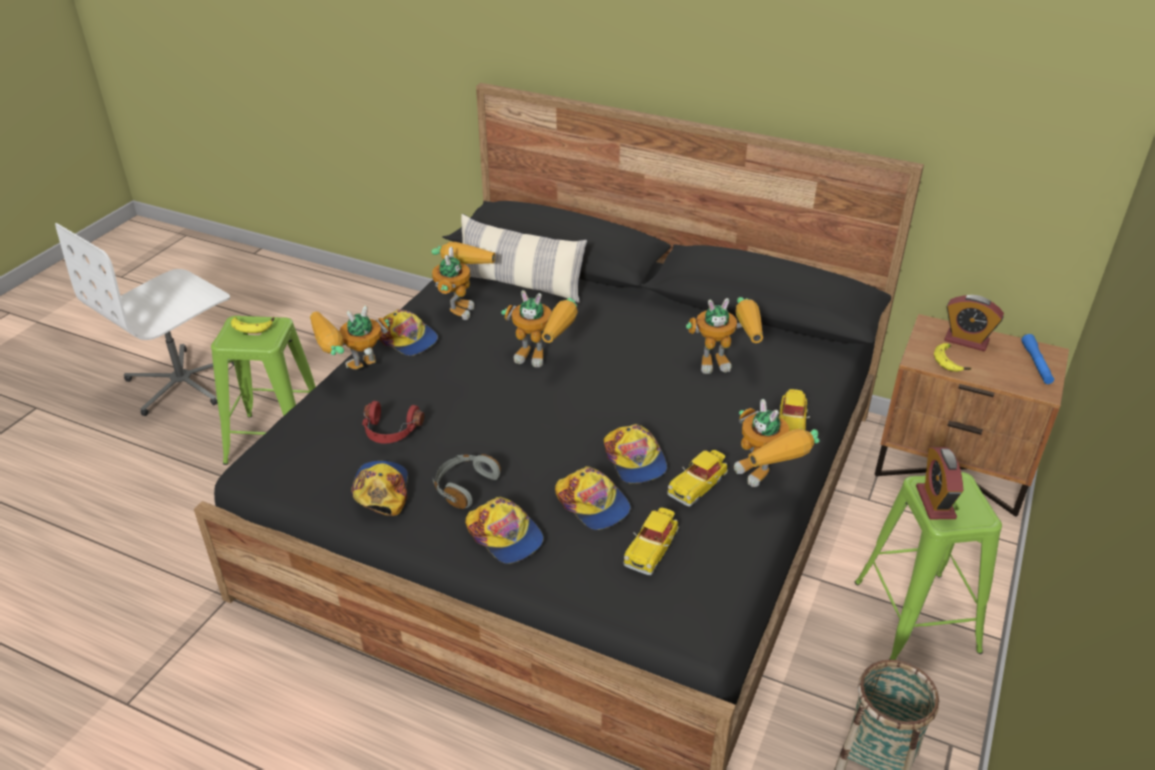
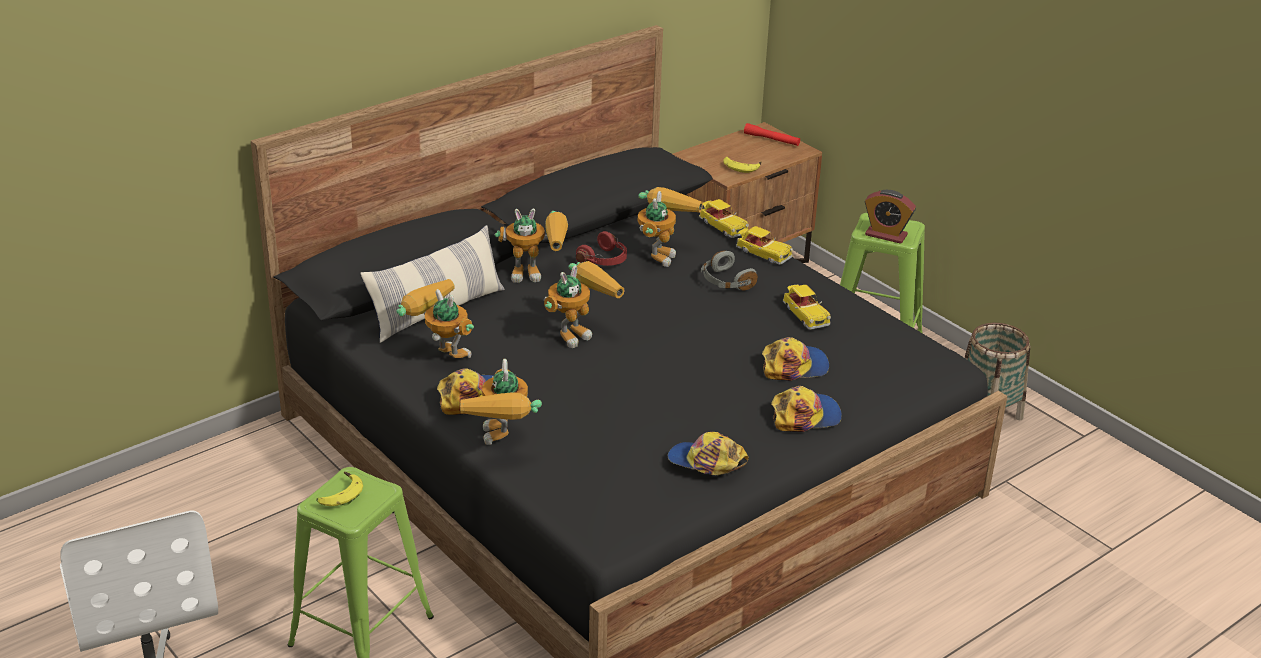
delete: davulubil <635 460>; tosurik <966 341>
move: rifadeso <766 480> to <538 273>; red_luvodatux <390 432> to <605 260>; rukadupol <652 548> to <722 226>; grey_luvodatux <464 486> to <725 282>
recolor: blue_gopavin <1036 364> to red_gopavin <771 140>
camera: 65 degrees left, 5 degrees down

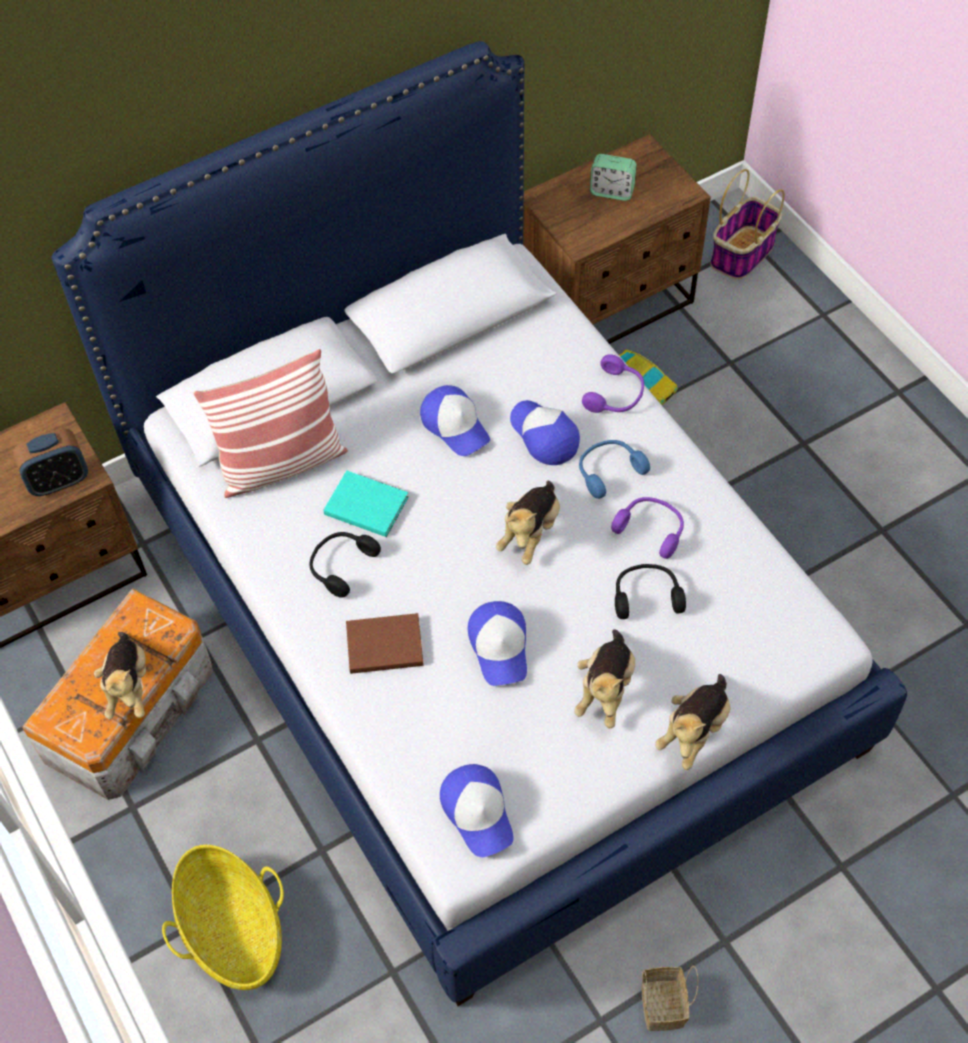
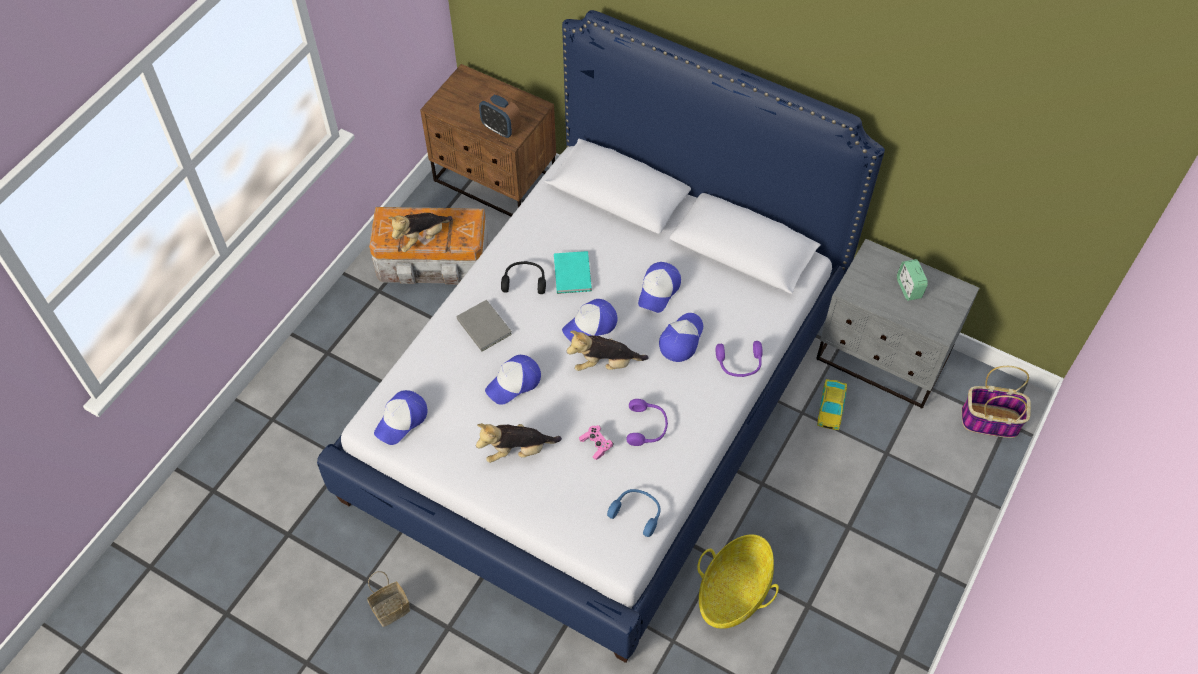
delete: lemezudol <281 464>; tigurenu <694 731>
insert: davulubil <590 325>
move: blue_luvodatux <608 471> to <637 513>; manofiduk <232 930> to <734 592>
replace: black_luvodatux <646 595> to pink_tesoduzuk <596 445>
recolor: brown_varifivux <382 644> to grey_varifivux <484 325>; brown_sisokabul <608 304> to grey_sisokabul <882 358>
camera: 60 degrees right, 0 degrees up

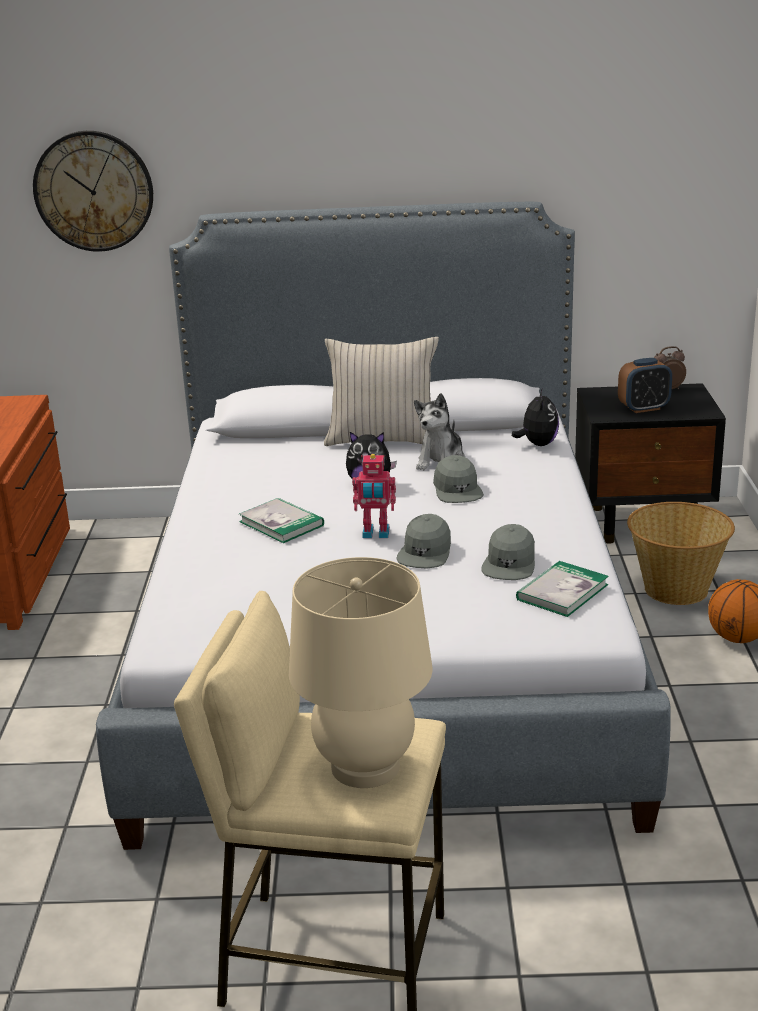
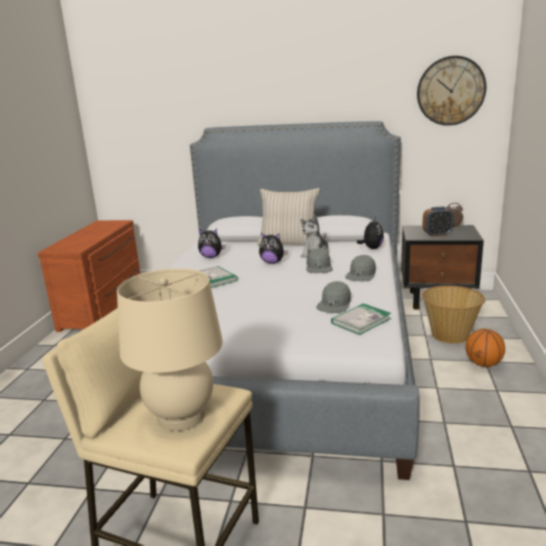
delete: rifadeso <375 534>
insert: tigurenu <211 257>
move: grey_davulubil <425 552> to <361 274>; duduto <93 191> to <450 91>
camera: 10 degrees right, 5 degrees down

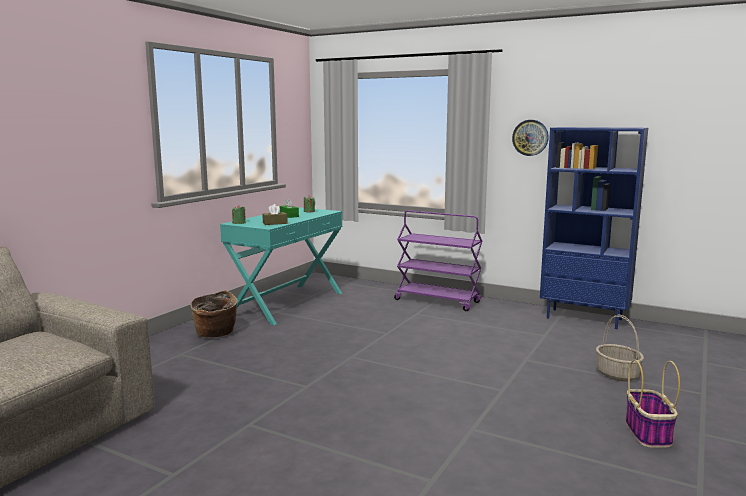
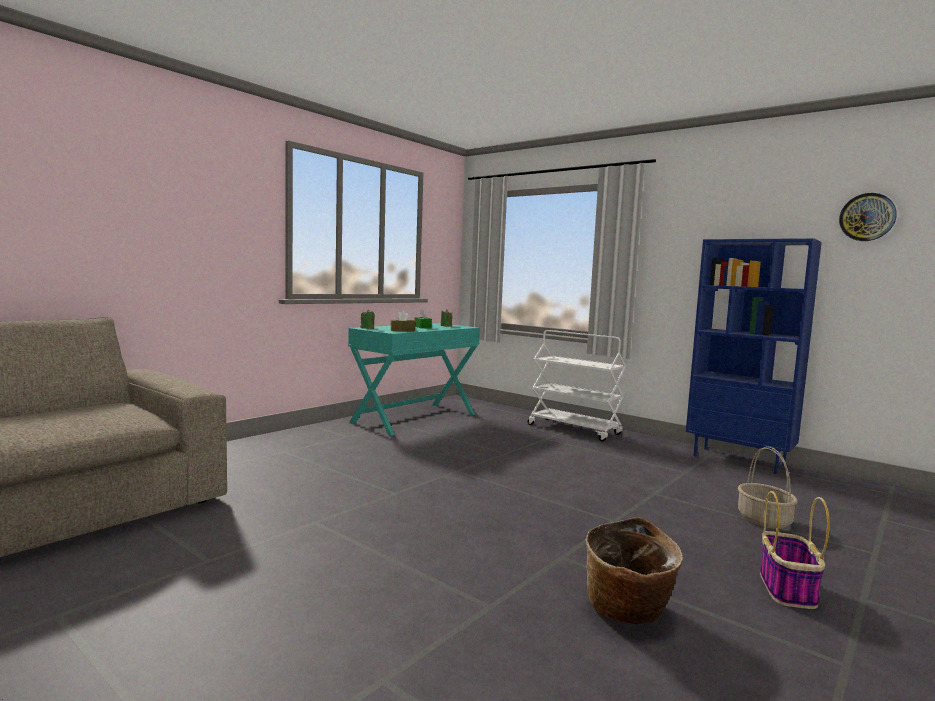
move: manofiduk <215 334> to <628 611>; duduto <530 137> to <867 217>
recolor: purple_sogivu <438 301> to white_sogivu <574 429>
camera: 10 degrees right, 5 degrees down

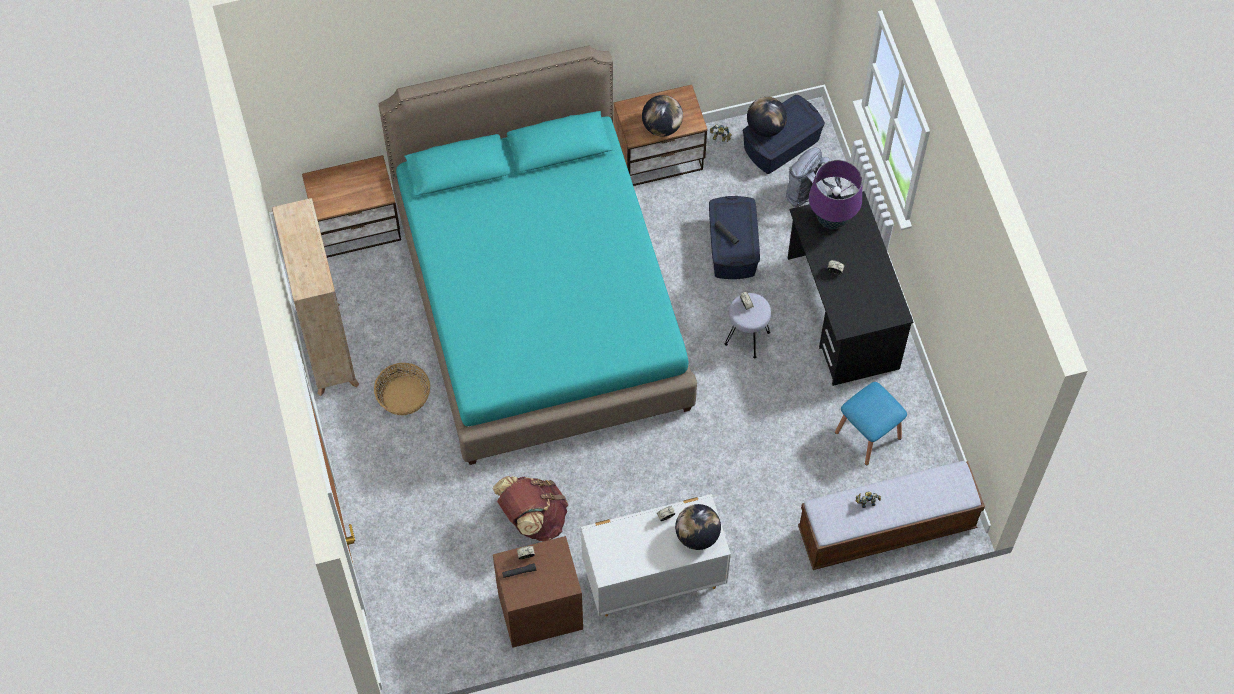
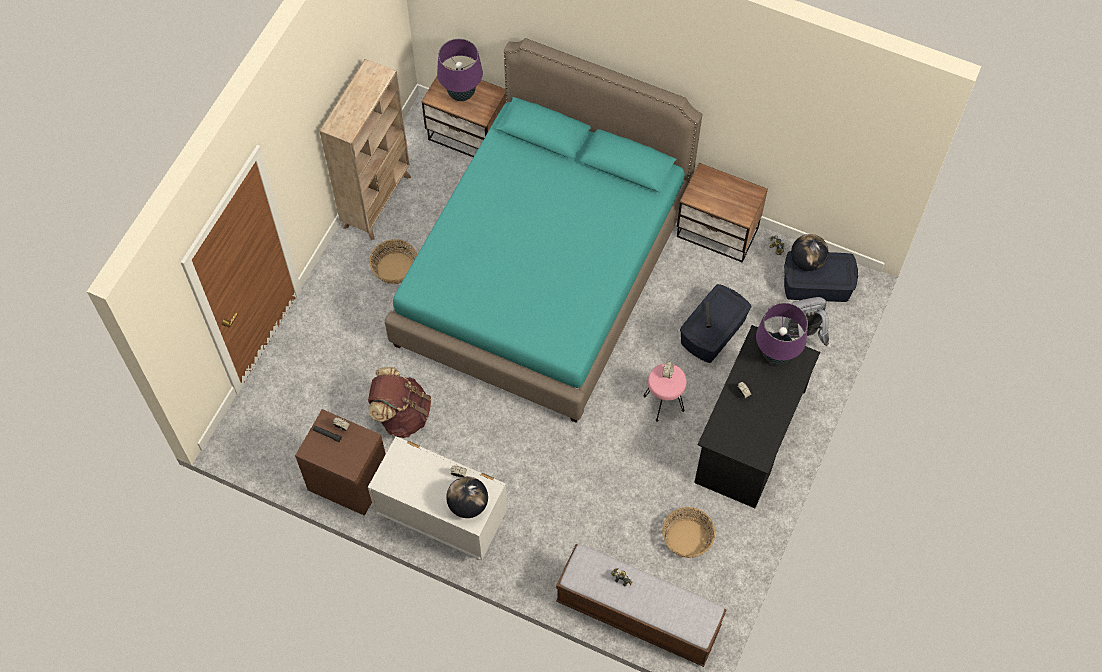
delete: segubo <662 127>
insert: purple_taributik <461 93>
replace: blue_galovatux <868 435> to manofiduk <687 537>
recolor: grey_galovatux <746 337> to pink_galovatux <663 402>
camera: 40 degrees right, 0 degrees up

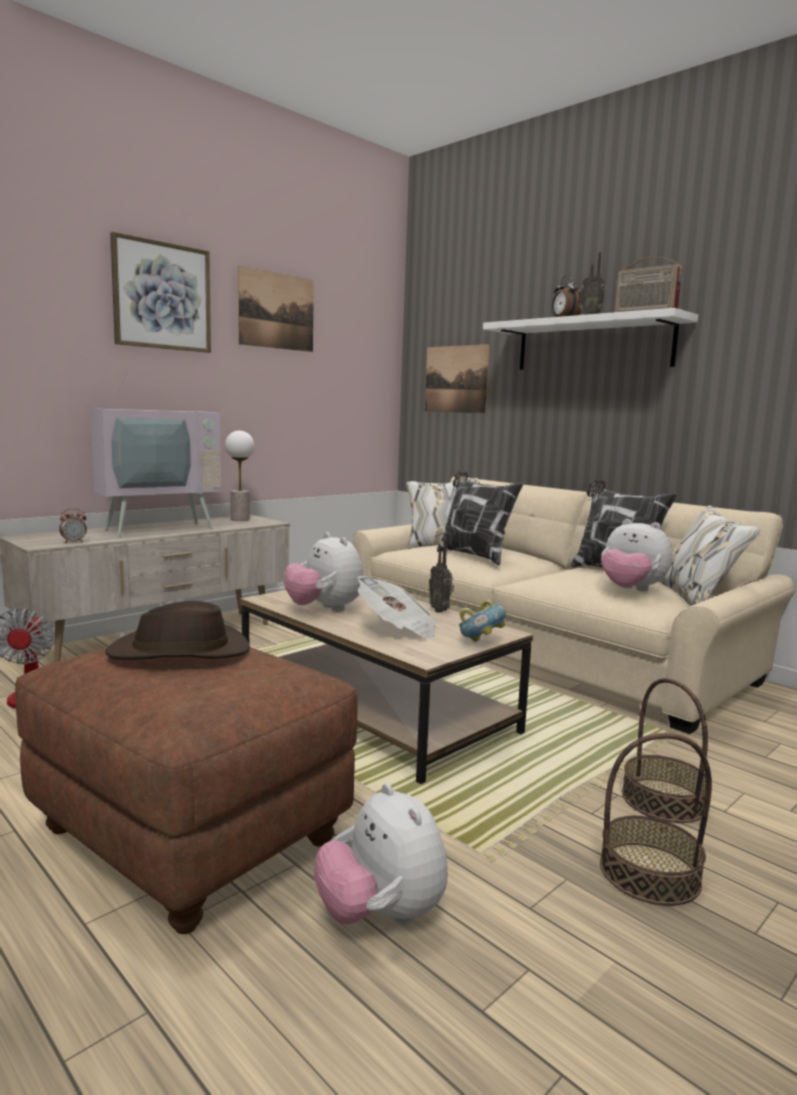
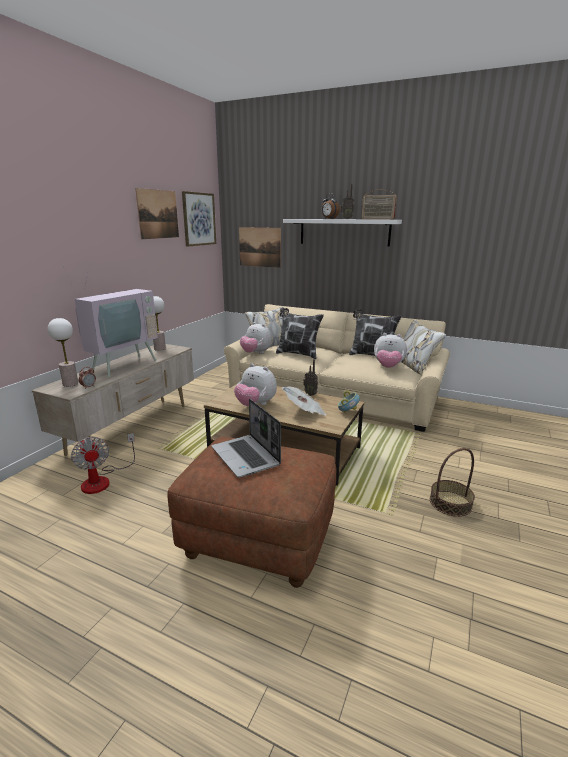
delete: manofiduk <664 800>
insert: taributik <70 384>
move: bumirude <162 296> to <199 219>; tigurenu <381 915> to <256 353>
replace: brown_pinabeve <180 652> to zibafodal <246 457>
camera: 20 degrees left, 10 degrees up

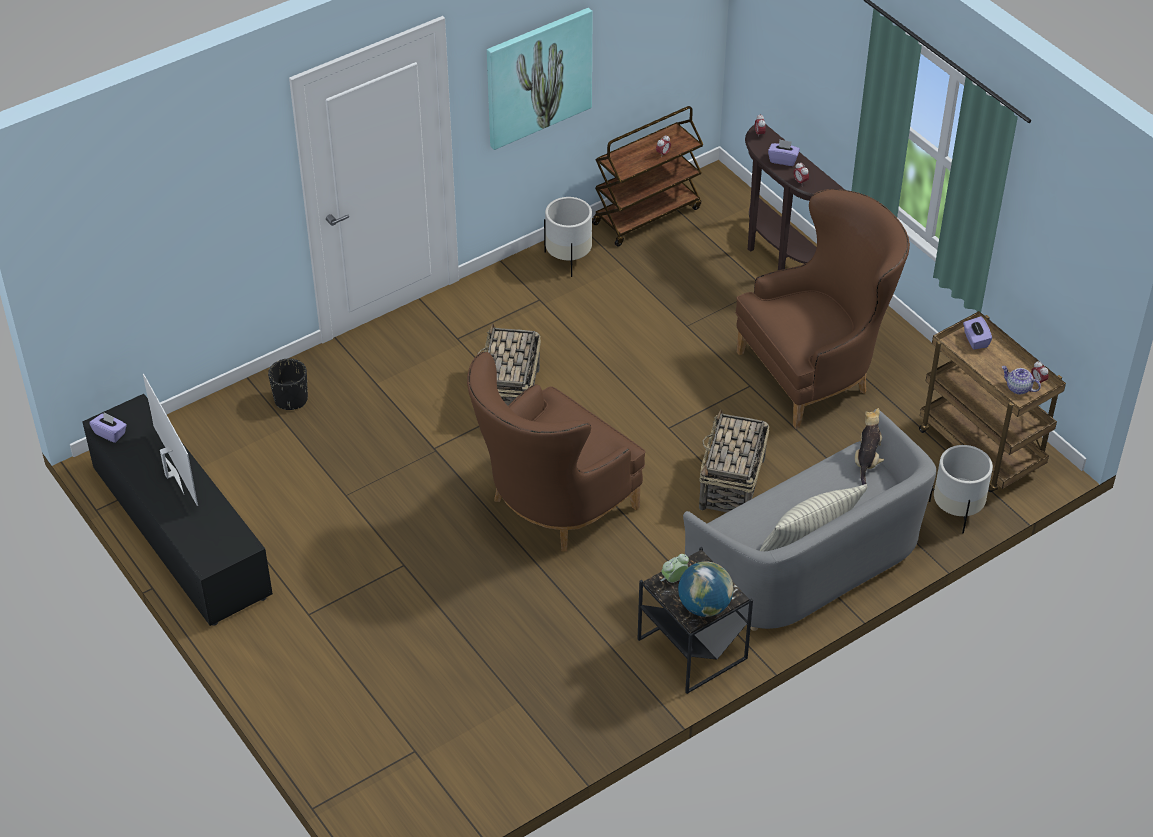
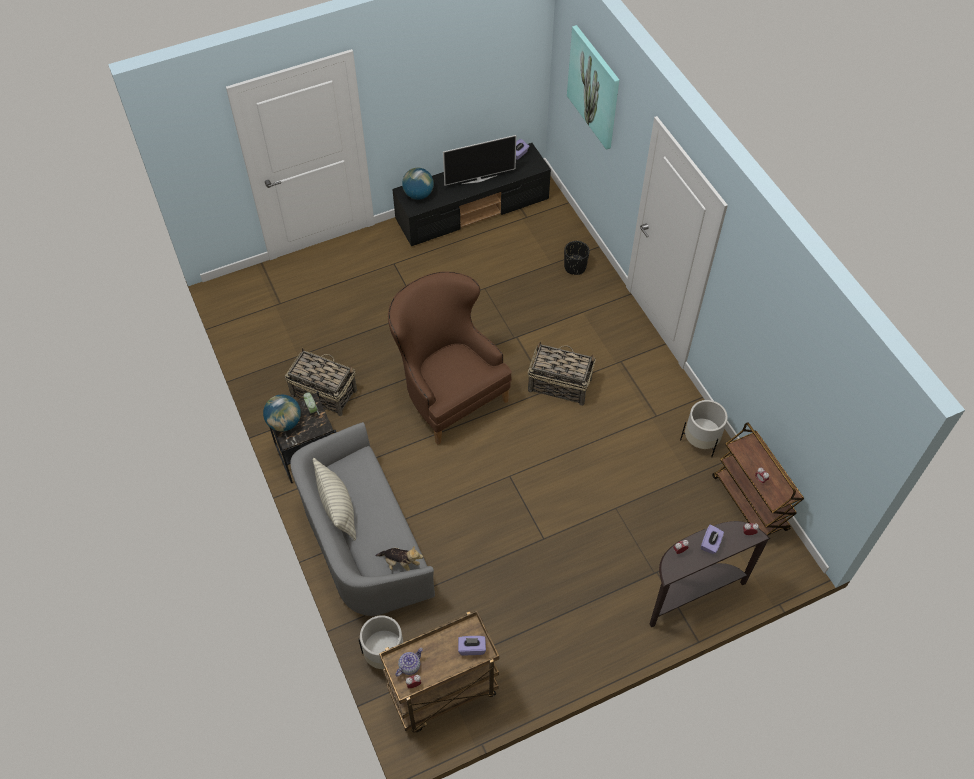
delete: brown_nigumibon <817 371>
insert: segubo <418 194>
move: manofiduk <731 484> to <323 393>; bumirude <538 77> to <594 87>
camera: 100 degrees right, 10 degrees up

